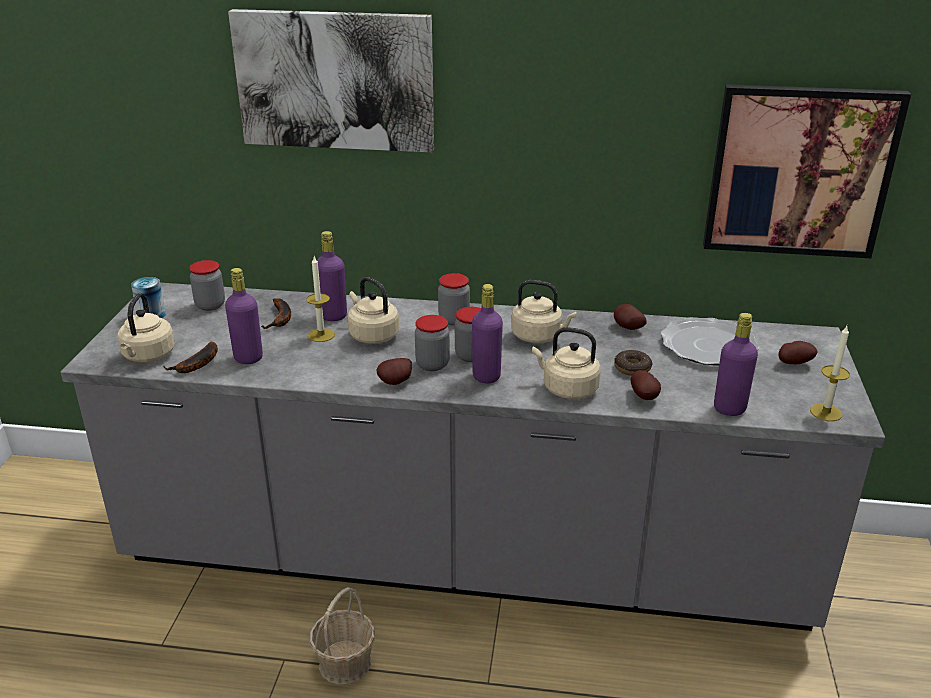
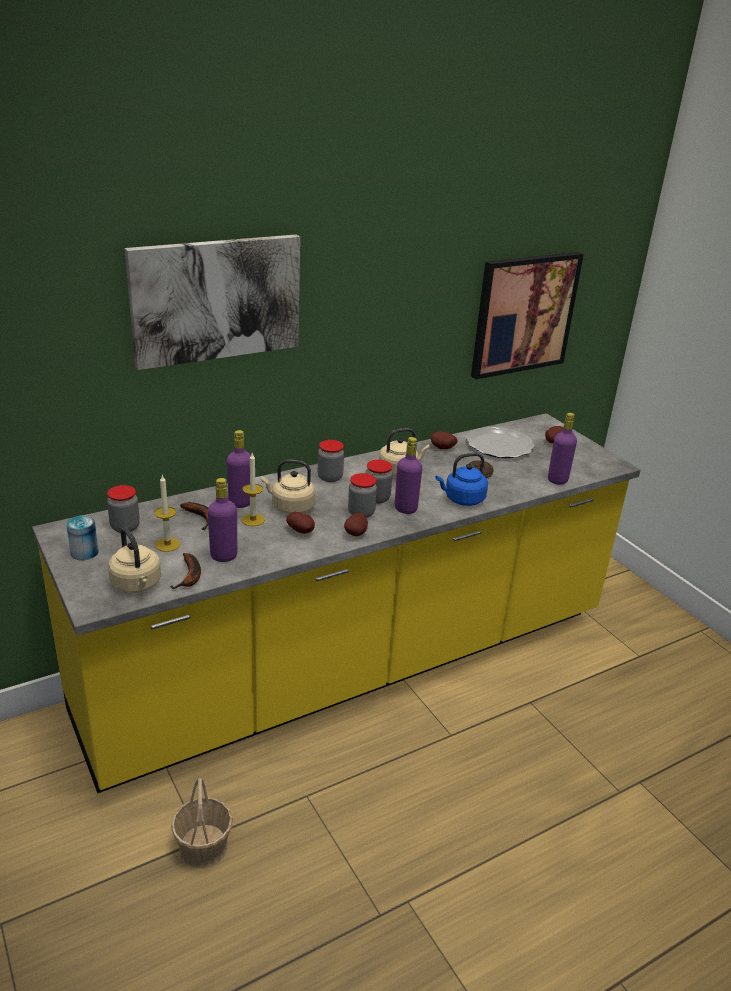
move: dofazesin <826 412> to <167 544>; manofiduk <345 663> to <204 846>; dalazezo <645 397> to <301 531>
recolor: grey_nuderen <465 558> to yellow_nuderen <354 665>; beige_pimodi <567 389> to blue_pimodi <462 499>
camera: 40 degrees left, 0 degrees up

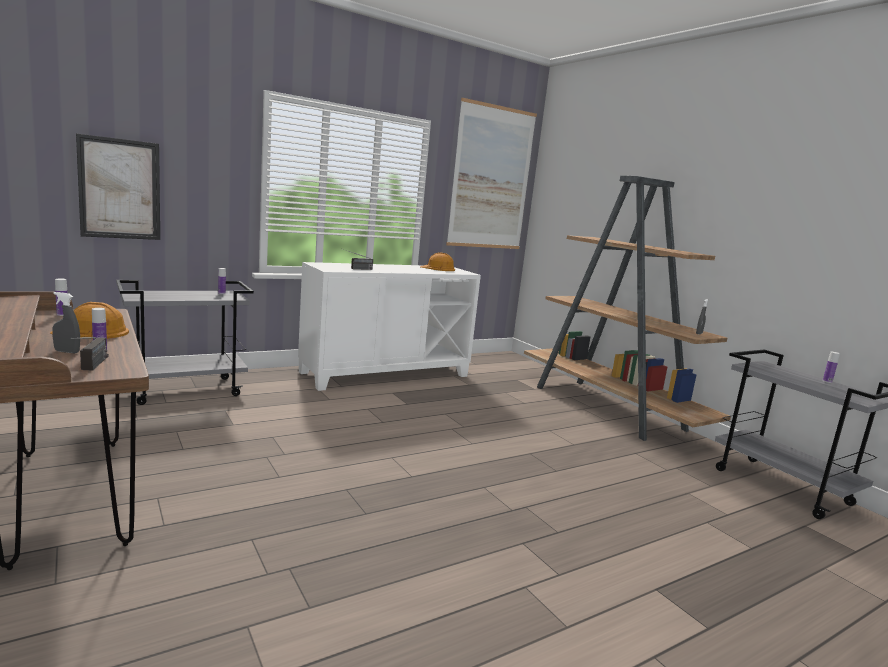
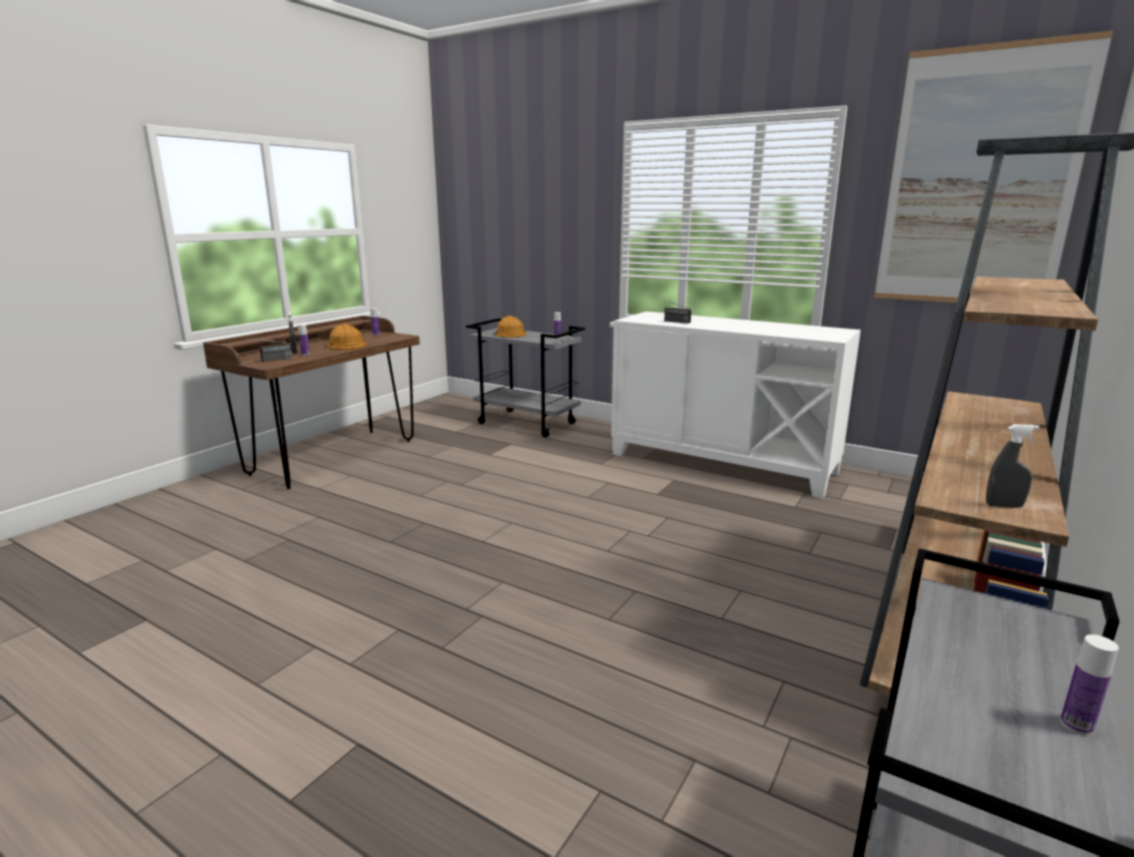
delete: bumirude <120 189>
move: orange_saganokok <438 268> to <509 333>
camera: 65 degrees right, 5 degrees up

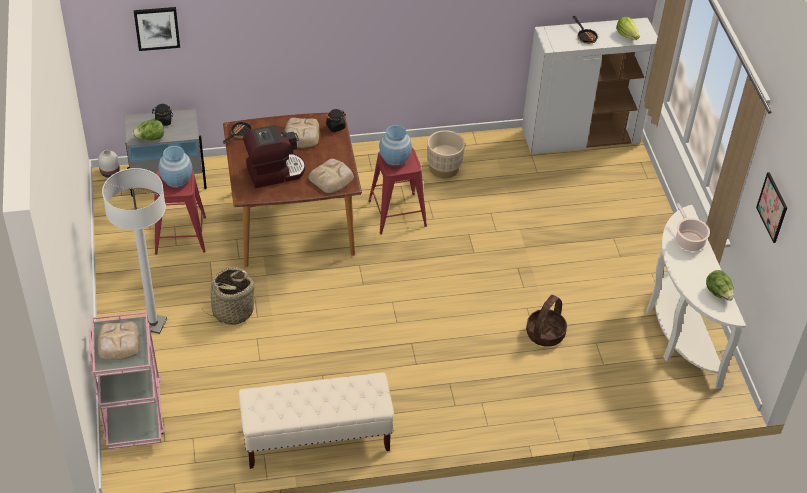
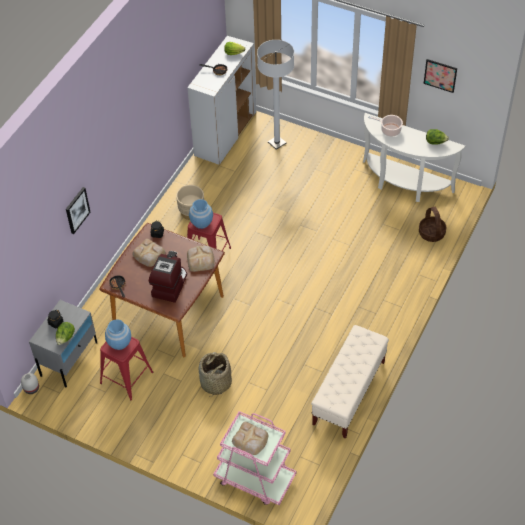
move: bumirude <157 28> to <77 210>; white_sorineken <153 324> to <277 143>; manofiduk <545 333> to <431 233>
camera: 50 degrees left, 5 degrees up

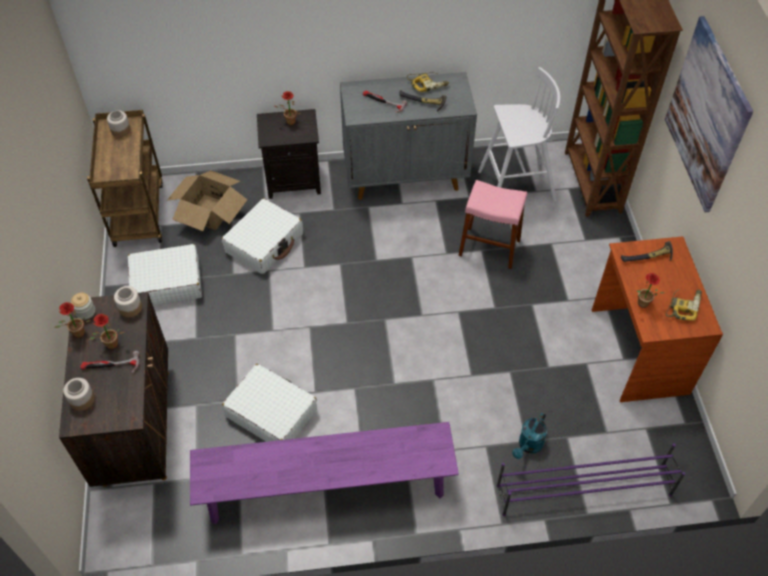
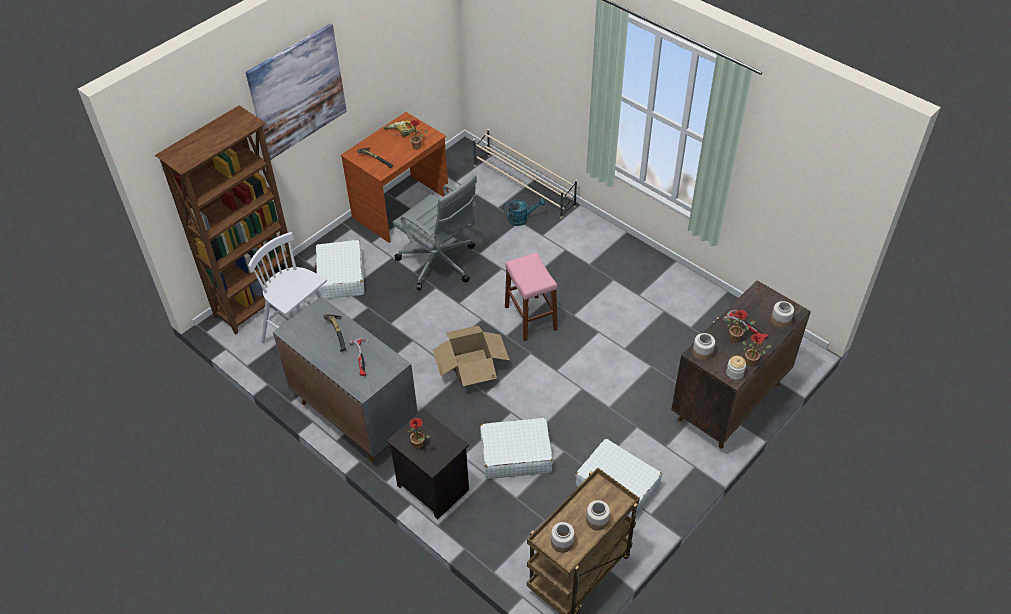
delete: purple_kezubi <326 489>; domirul <427 84>
insert: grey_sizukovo <439 263>; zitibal <597 520>
move: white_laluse <271 413> to <341 277>; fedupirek <209 211> to <471 366>; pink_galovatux <489 247> to <530 318>
recolor: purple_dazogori <583 490> to beige_dazogori <524 186>
camera: 130 degrees left, 5 degrees down

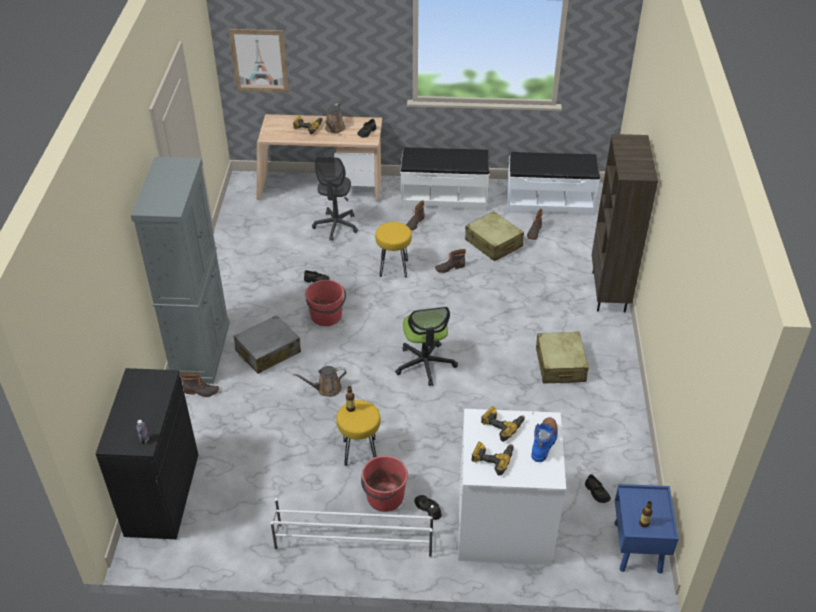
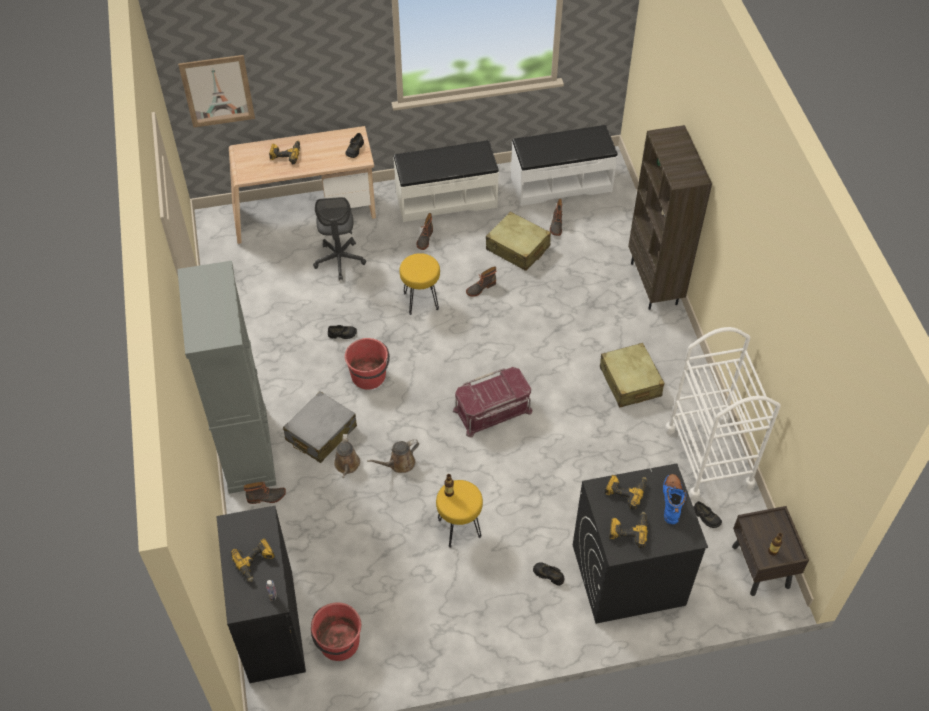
delete: white_dazogori <353 541>
insert: domirul <255 562>; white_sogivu <708 457>
move: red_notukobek <384 497> to <339 643>; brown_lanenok <334 129> to <347 465>
replace: sizukovo <425 364> to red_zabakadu <492 411>
recolor: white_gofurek <503 525> to black_gofurek <627 575>; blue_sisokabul <638 548> to brown_sisokabul <761 567>
camera: 15 degrees left, 10 degrees up

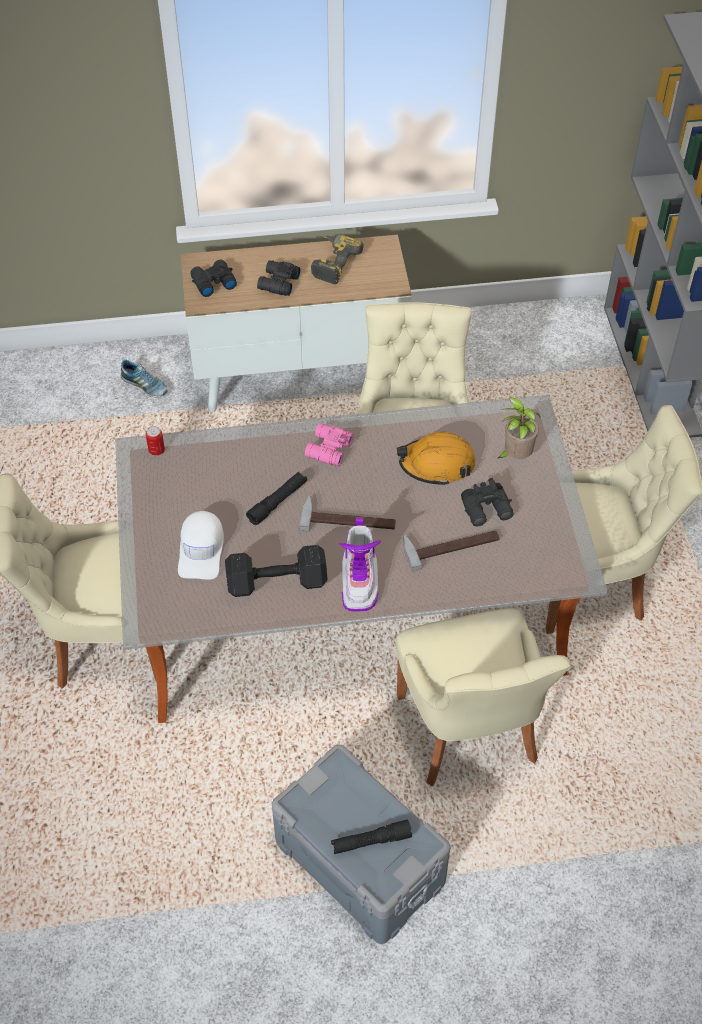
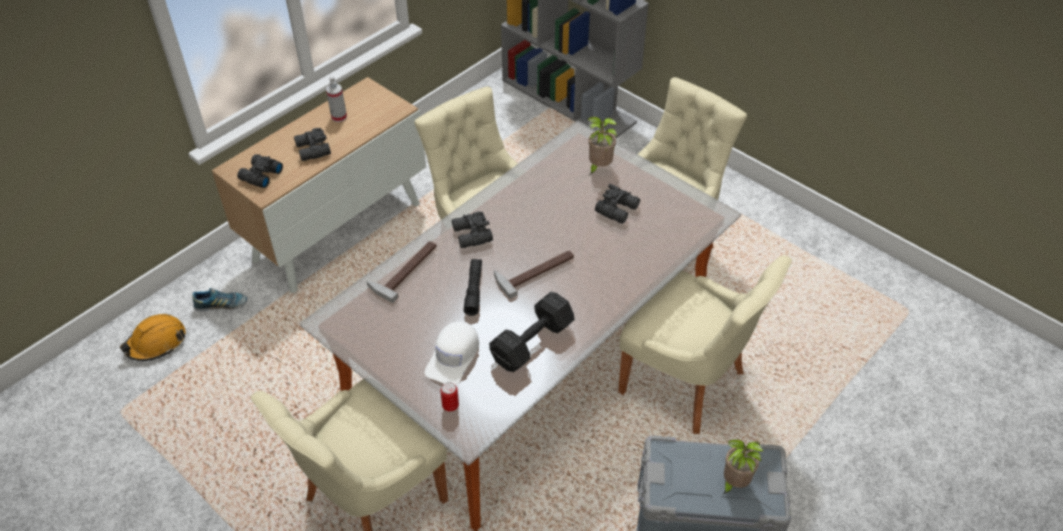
delete: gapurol <360 581>
move: orange_saganokok <437 464> to <156 343>; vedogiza <450 544> to <405 269>; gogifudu <156 450> to <450 405>
replace: domirul <332 262> to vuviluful <339 117>; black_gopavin <371 841> to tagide <734 483>
recolor: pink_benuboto <327 450> to black_benuboto <471 235>
rotate: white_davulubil <201 550> = <453 357> 60 degrees clockwise
camera: 40 degrees left, 5 degrees down

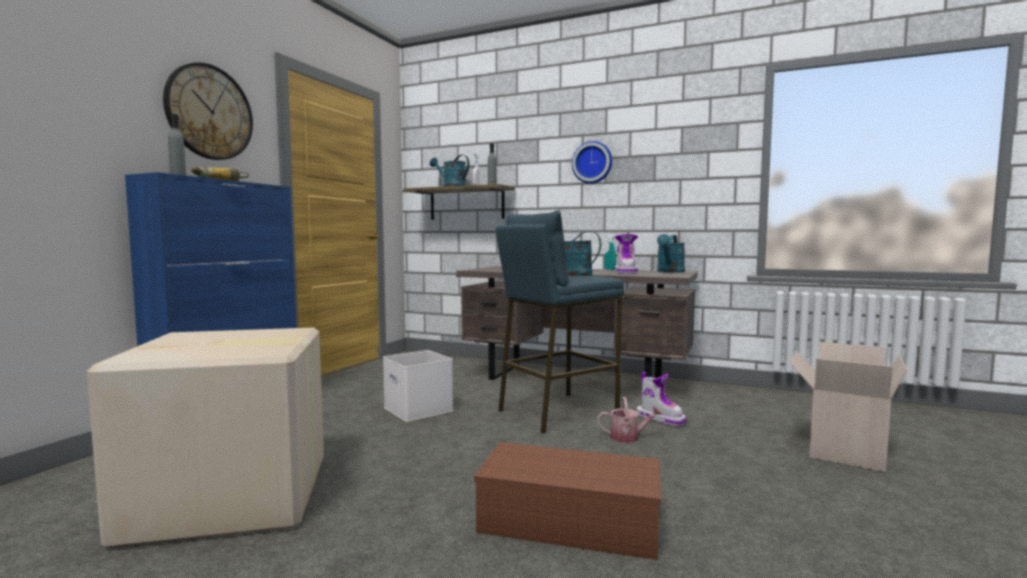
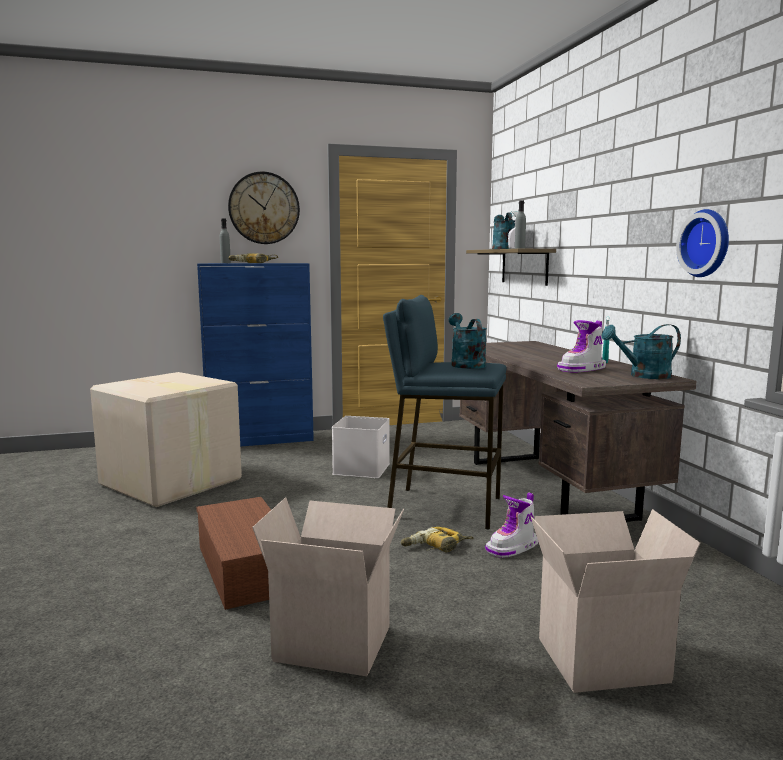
insert: fedupirek <336 642>
move: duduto <592 163> to <707 243>
replace: lanenok <628 437> to domirul <436 547>
rotate: gapurol <660 418> = <513 548> 45 degrees clockwise
camera: 50 degrees right, 5 degrees up

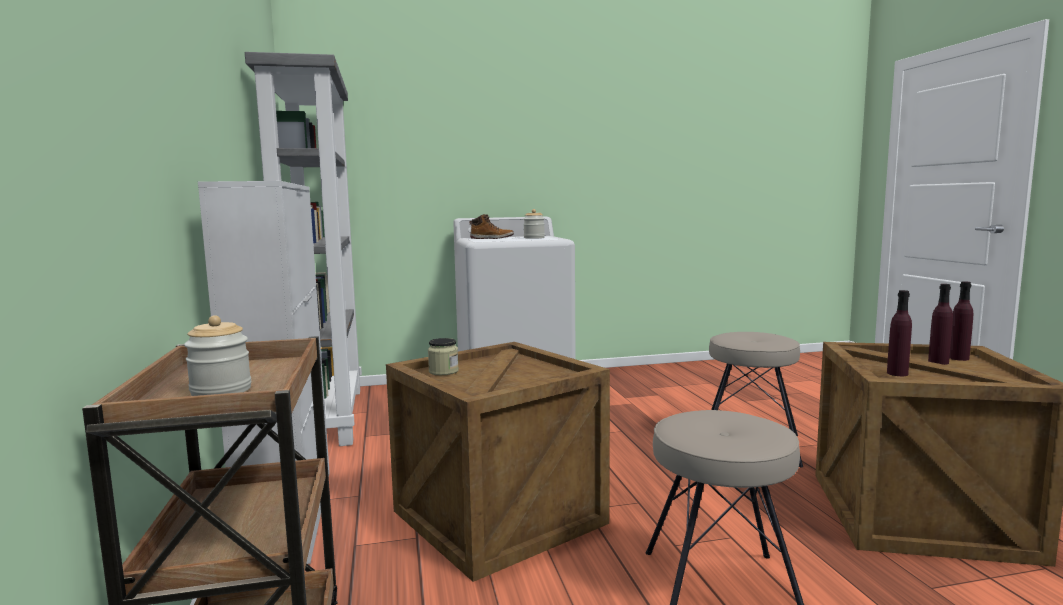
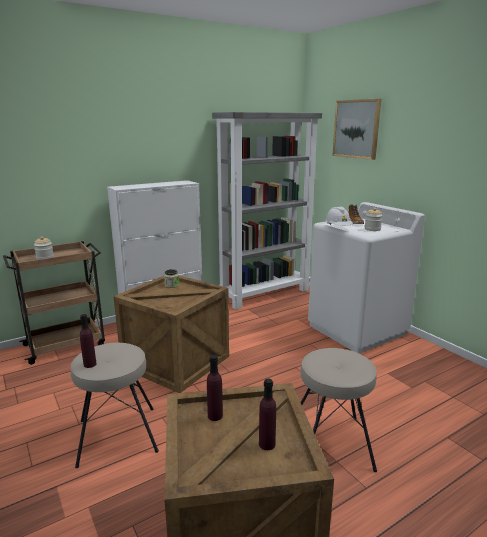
insert: white_saganokok <337 228>; bumirude <356 129>
move: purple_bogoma <958 358> to <90 364>
camera: 70 degrees right, 10 degrees up

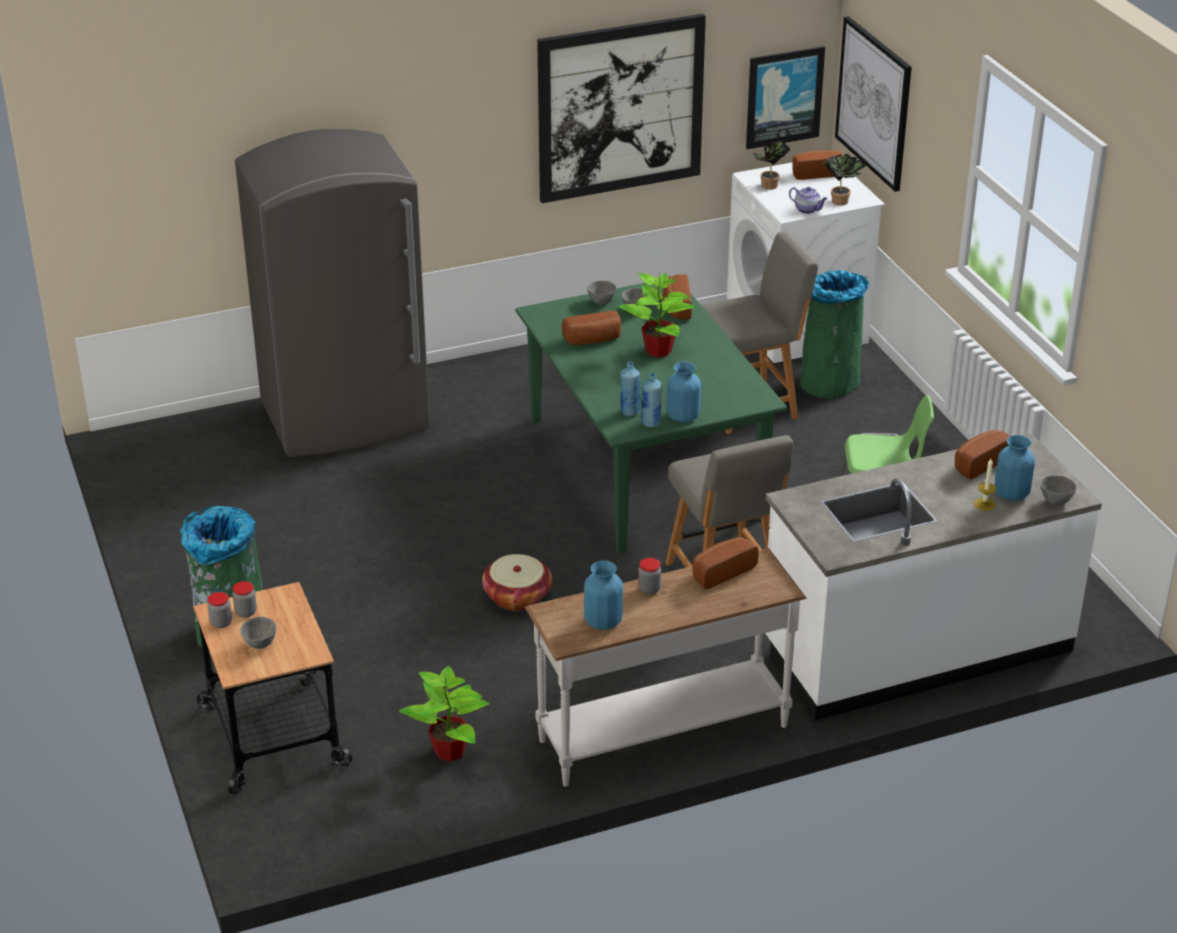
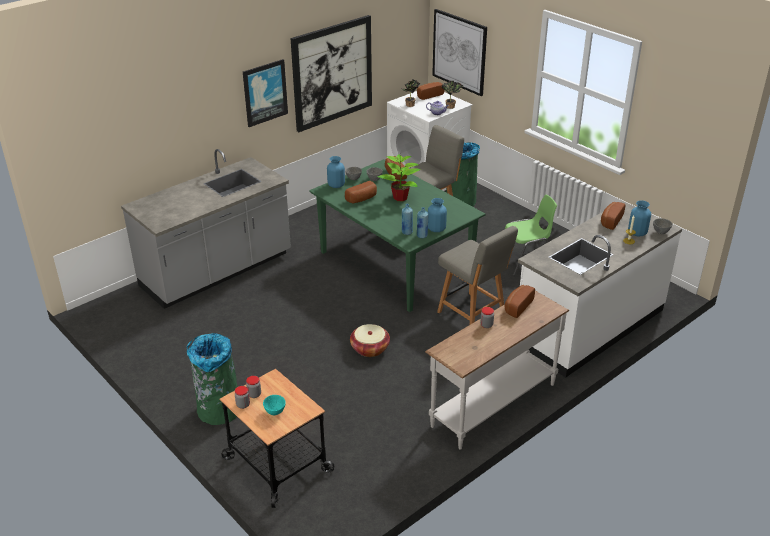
delete: tagide <451 751>
move: bumirude <783 96> to <265 92>; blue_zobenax <603 621> to <336 185>
replace: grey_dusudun <346 417> to grey_nuderen <217 271>
recolor: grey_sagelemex <261 644> to turquoise_sagelemex <275 412>
camera: 20 degrees left, 0 degrees up

